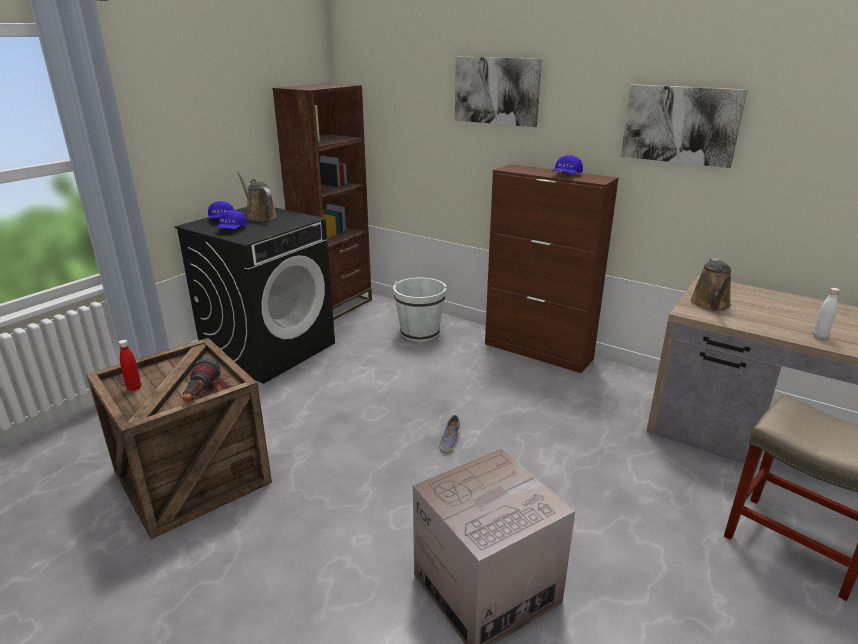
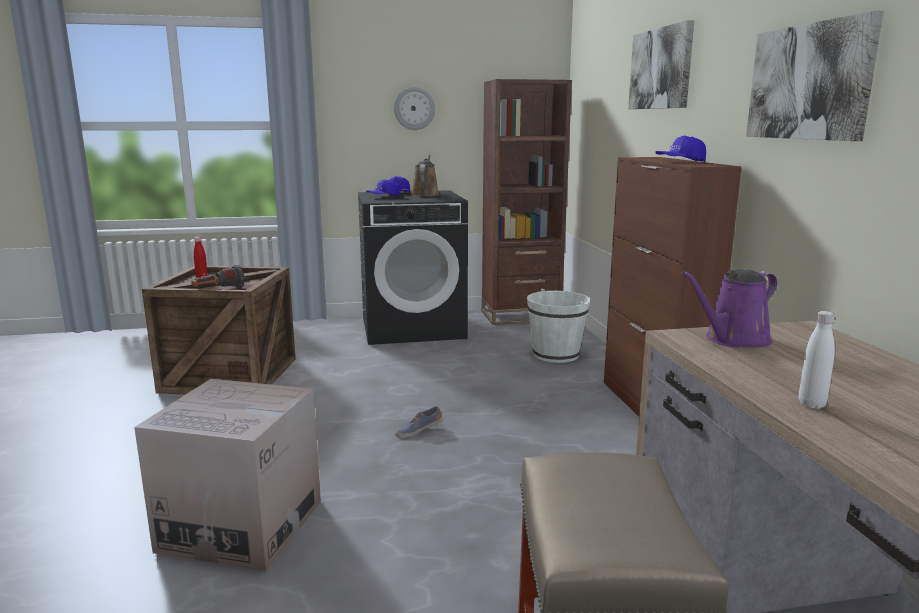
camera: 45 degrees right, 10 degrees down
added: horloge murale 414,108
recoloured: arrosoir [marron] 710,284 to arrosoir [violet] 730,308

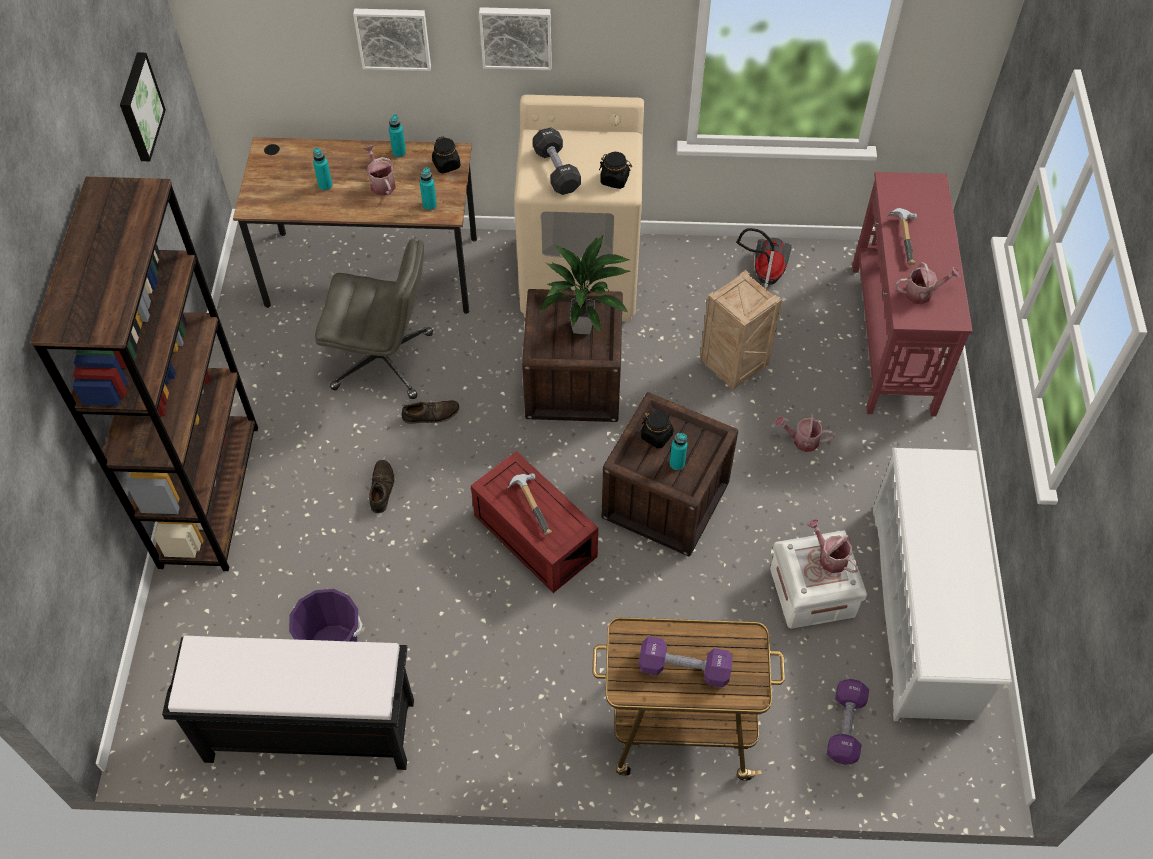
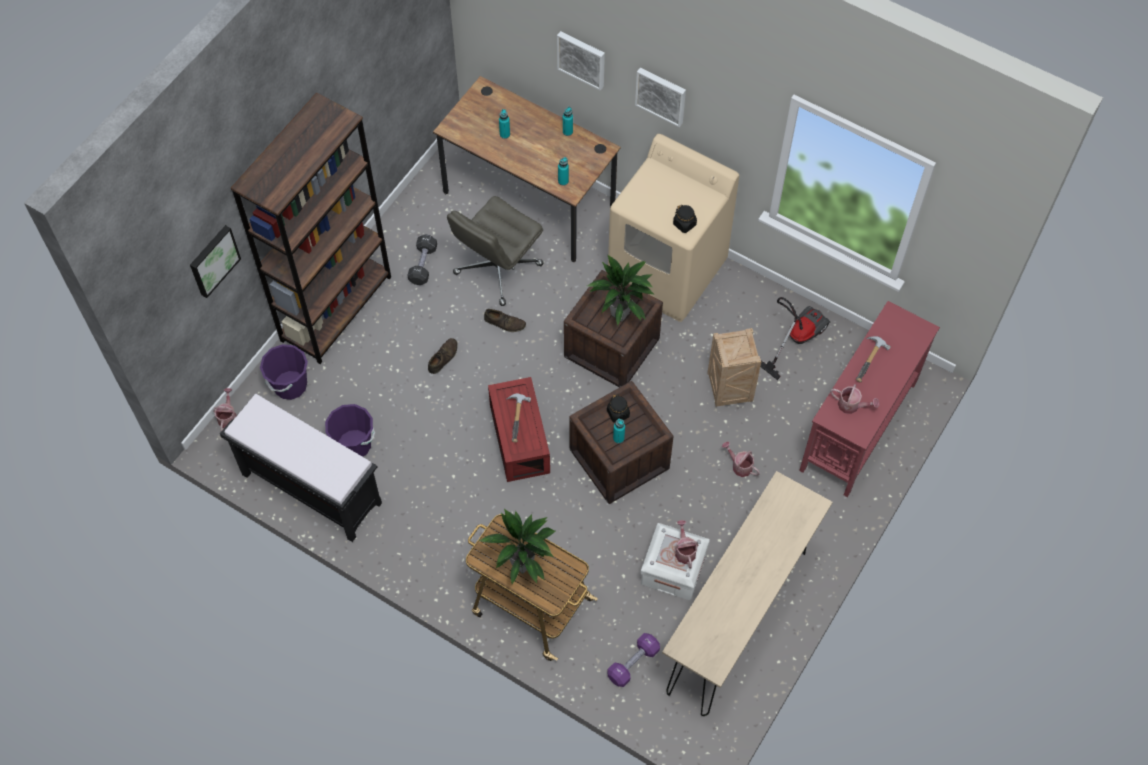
camera: 30 degrees right, 5 degrees up
removed: bocal [noir] 446,155
added: seau [violet] 284,372
moved: tableau 143,106 to 215,261; arrosoir 379,170 to 225,409; haltère [noir] 557,161 to 422,260
replaced: haltère [violet] 685,661 to plante en pot 517,546; étagère à chaussures [blanc] 942,584 to table console [beige] 747,593
turned: chaise de bureau [gris] 374,319 = 495,251 90 degrees clockwise

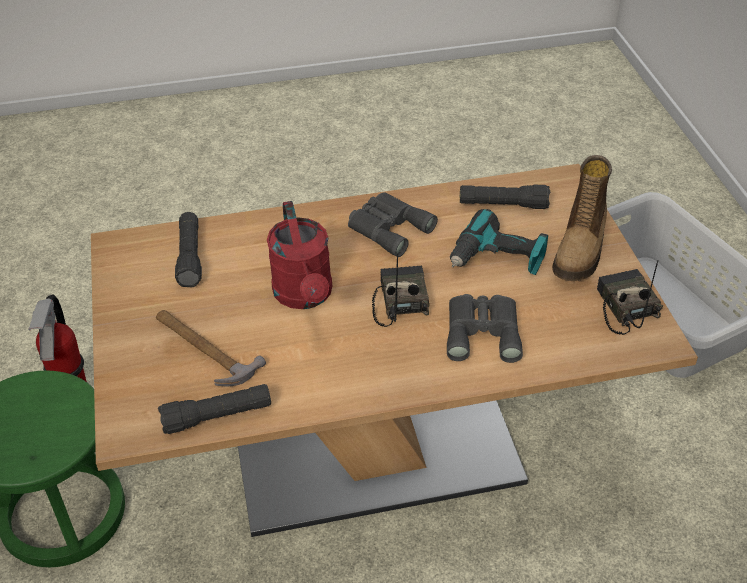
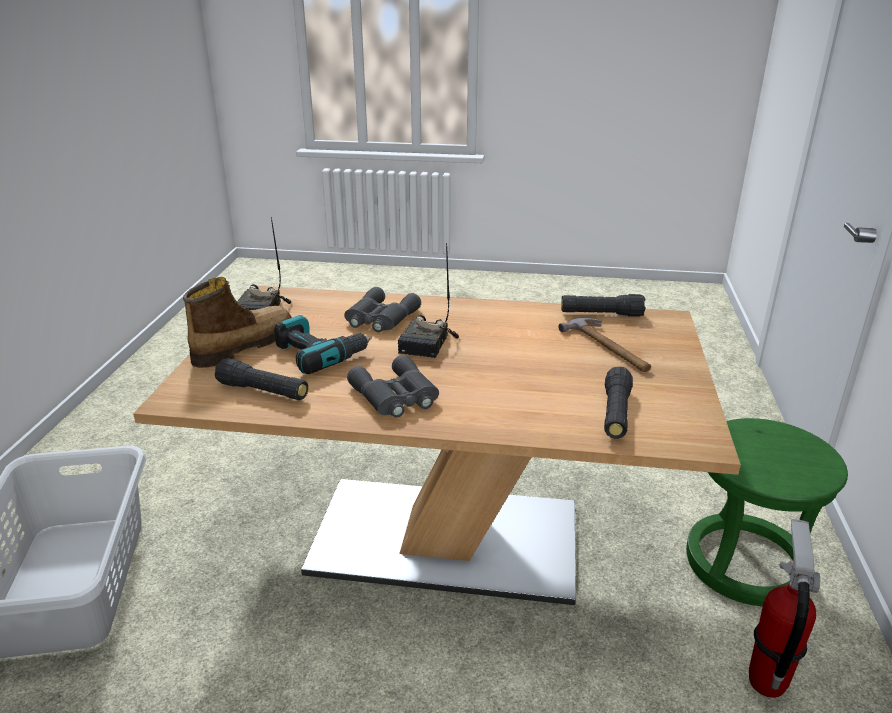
camera: 160 degrees left, 15 degrees down
removed: arrosoir [rouge] 299,255

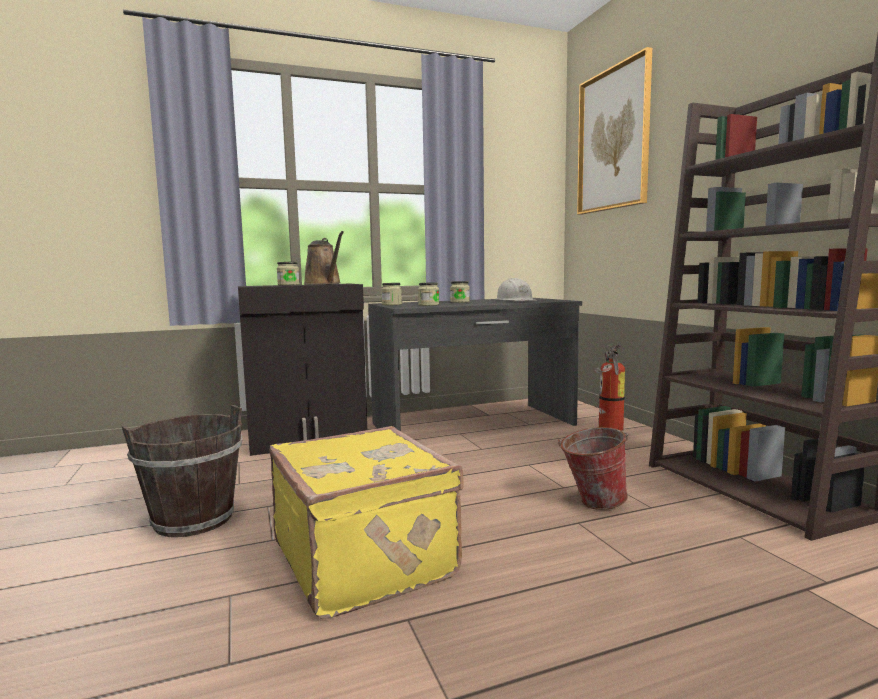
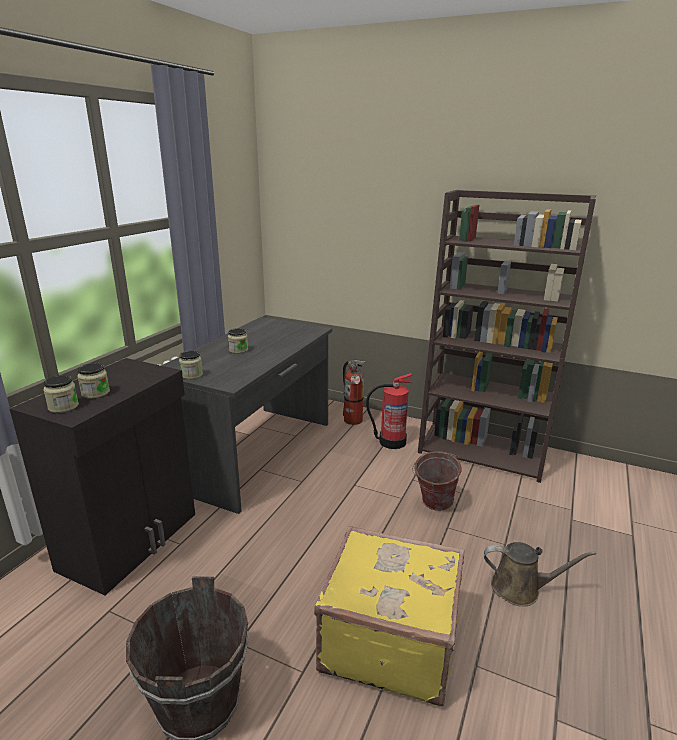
camera: 45 degrees left, 15 degrees up
removed: casque de chantier [blanc] 516,289; tableau 614,131
added: extincteur 389,411
moved: bocal 428,294 to 61,394; arrosoir [marron] 323,258 to 540,574

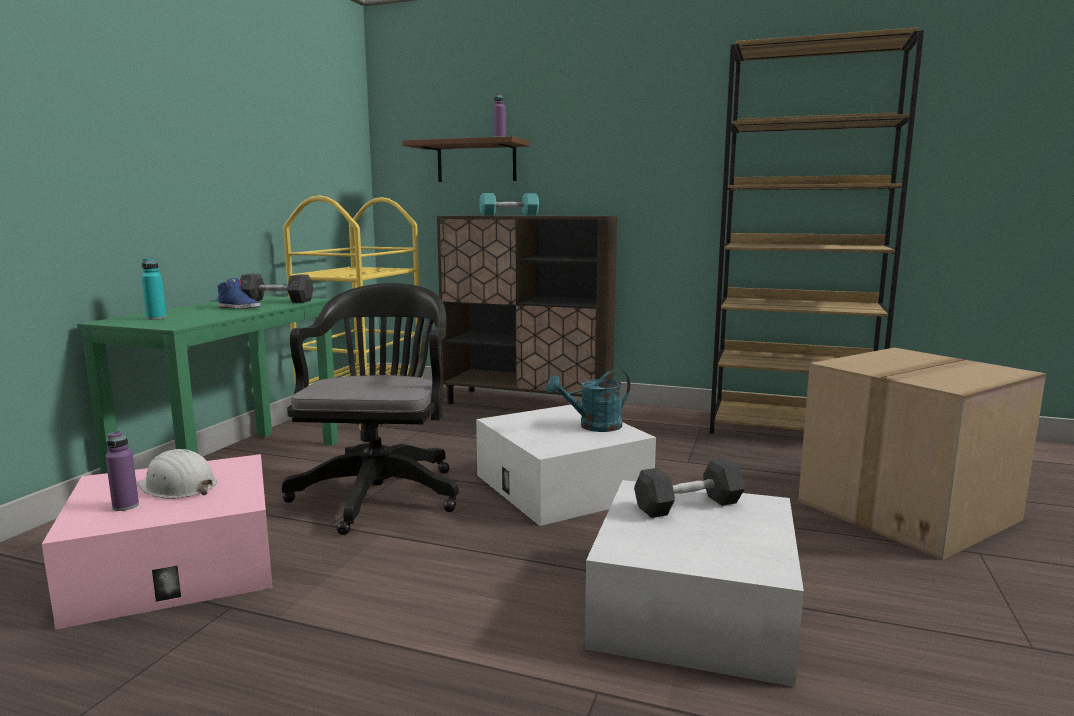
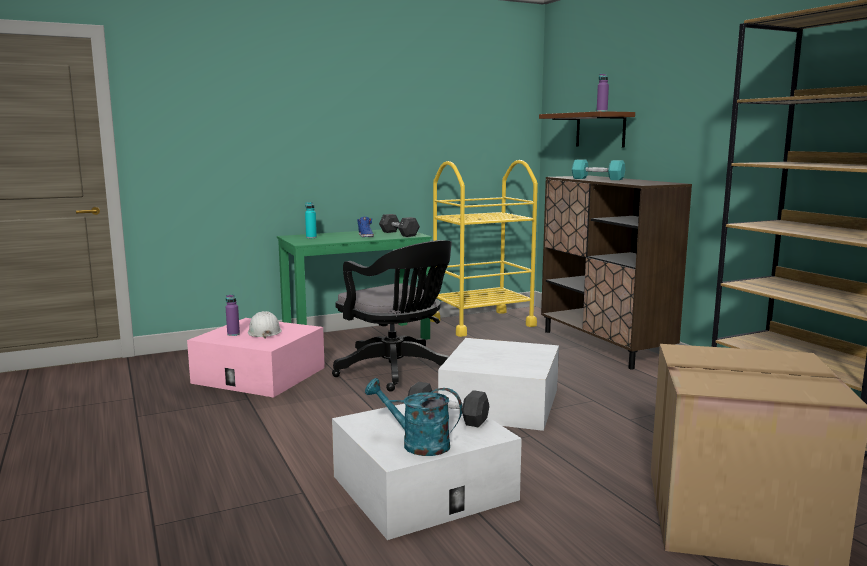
camera: 45 degrees right, 0 degrees up
moved: arrosoir [turquoise] 588,400 to 413,417
turned: chaise de bureau [noir] 370,409 = 392,316 90 degrees clockwise

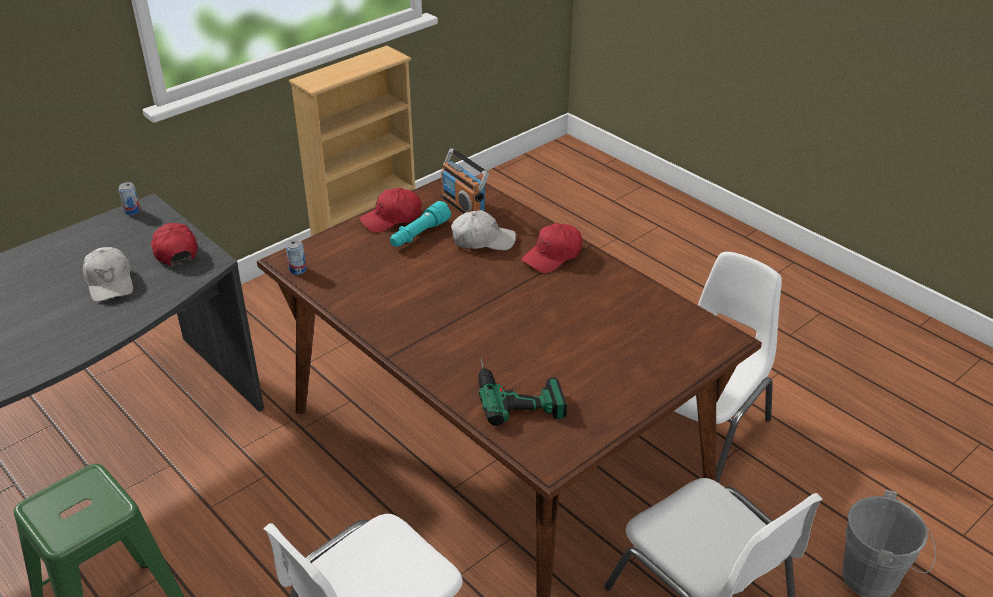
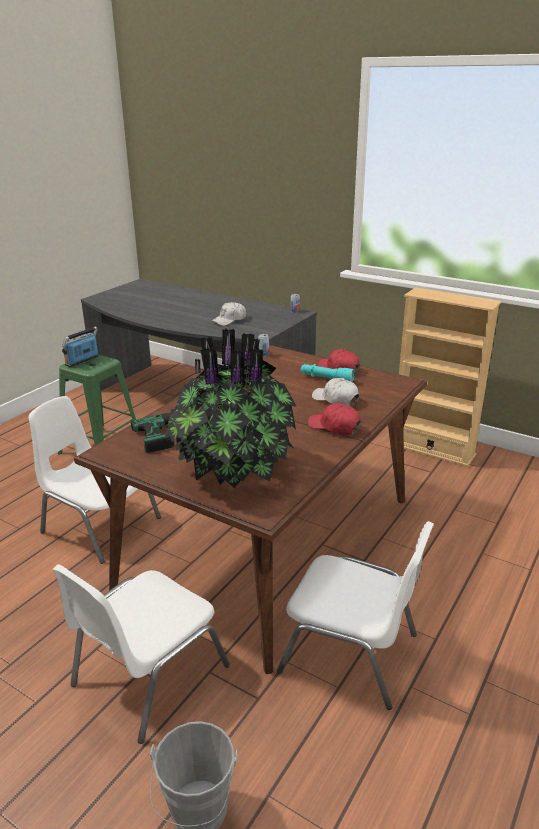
camera: 75 degrees right, 10 degrees down
removed: casquette [rouge] 174,244
added: plante en pot 231,408
moved: radio 465,180 to 80,346
turned: casquette [blanc] 483,230 = 335,392 150 degrees clockwise

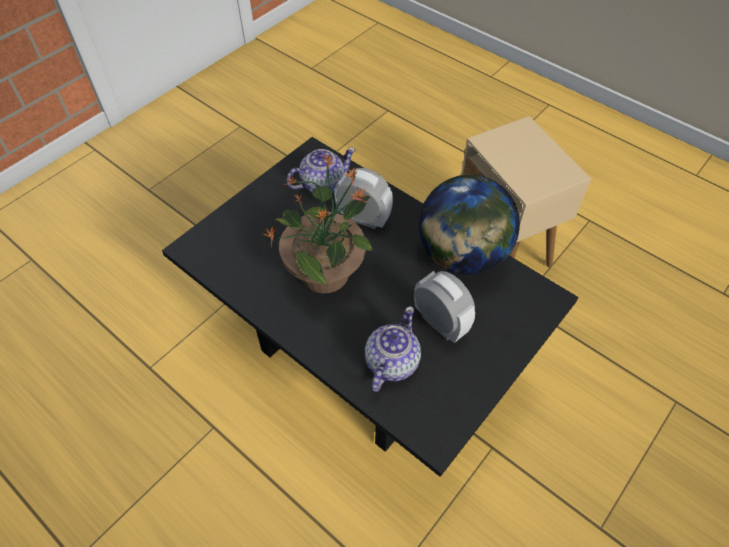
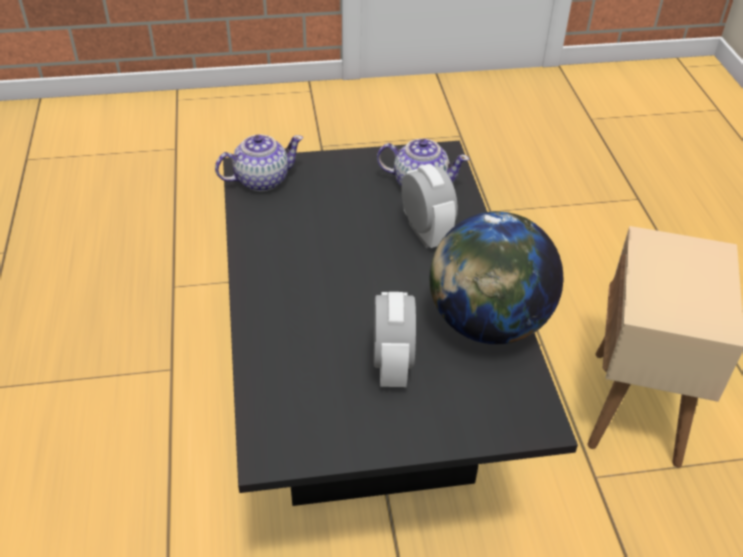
camera: 40 degrees right, 10 degrees down
removed: plante en pot 318,223
moved: théière 393,349 to 259,163

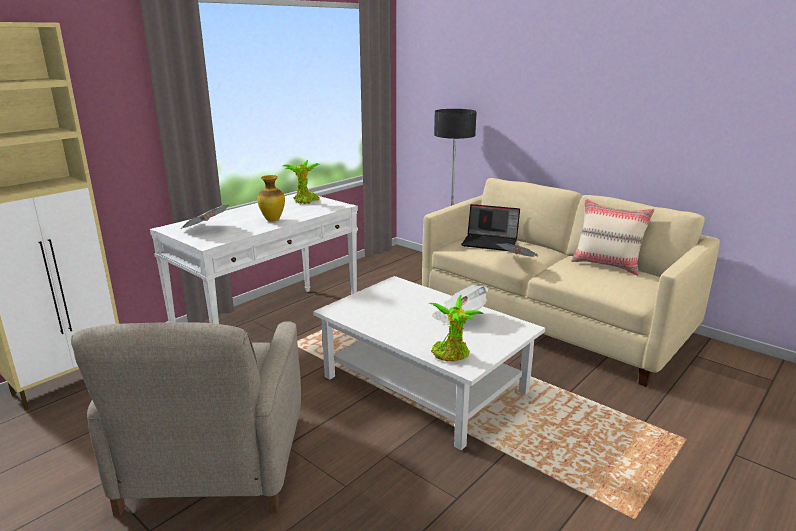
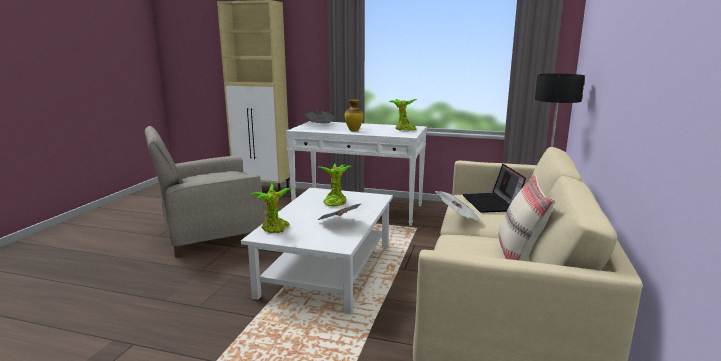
camera: 65 degrees right, 5 degrees down
added: plante en pot 335,185

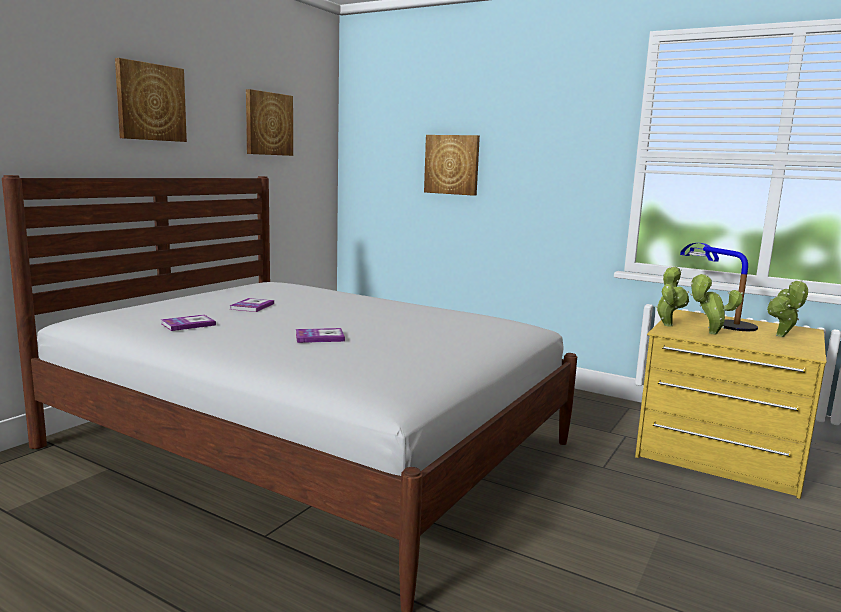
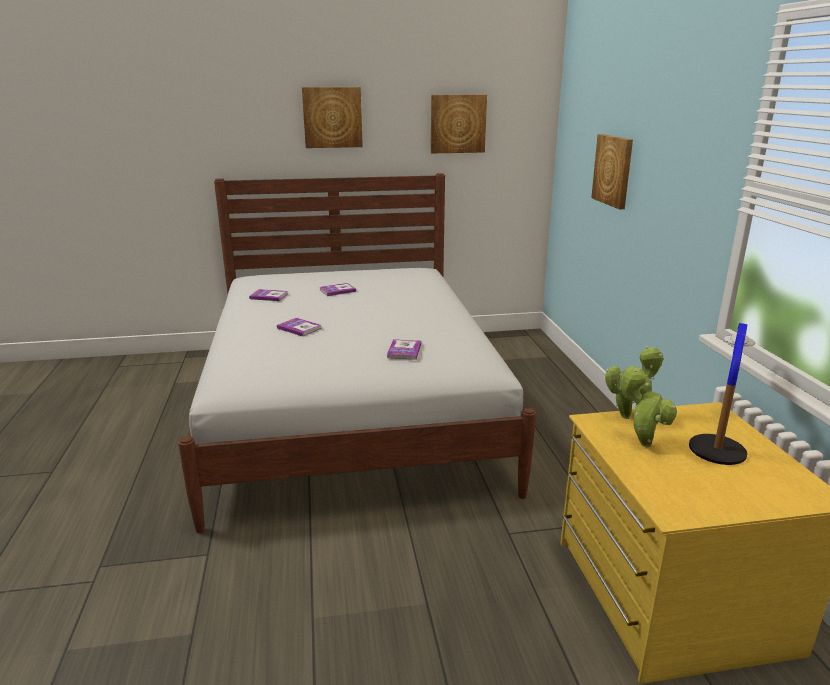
camera: 50 degrees right, 10 degrees up
removed: plante en pot 787,308
added: livre 404,349

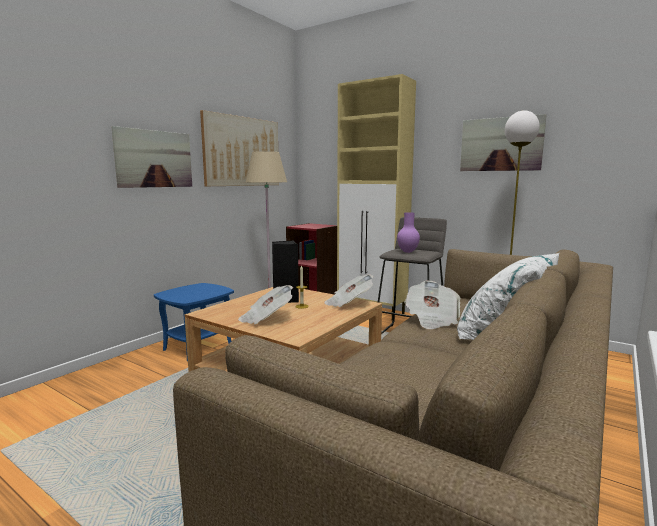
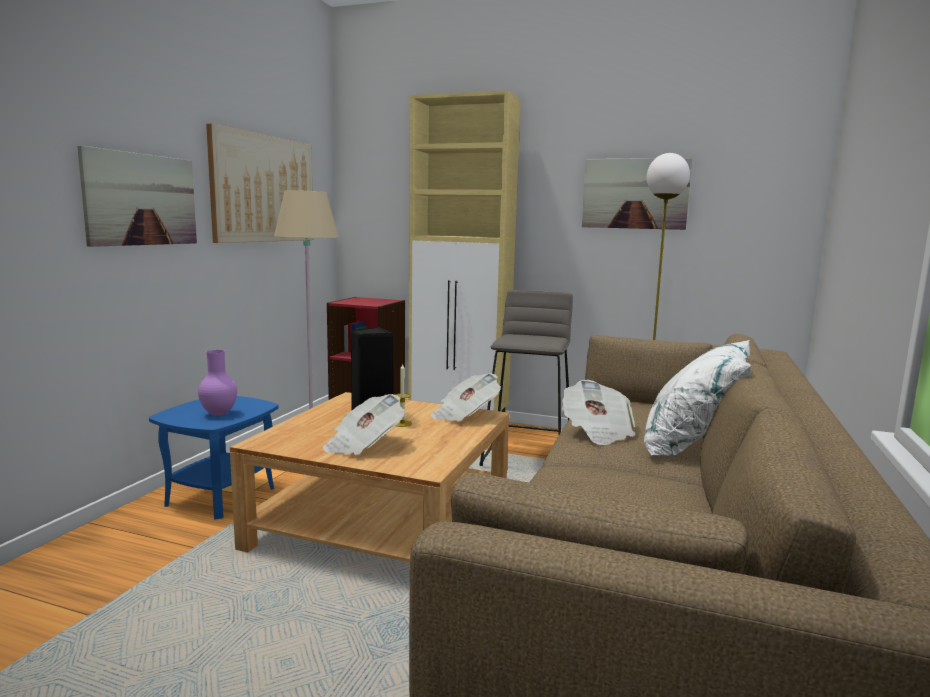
camera: 15 degrees left, 0 degrees up
moved: vase [violet] 408,232 to 217,383

